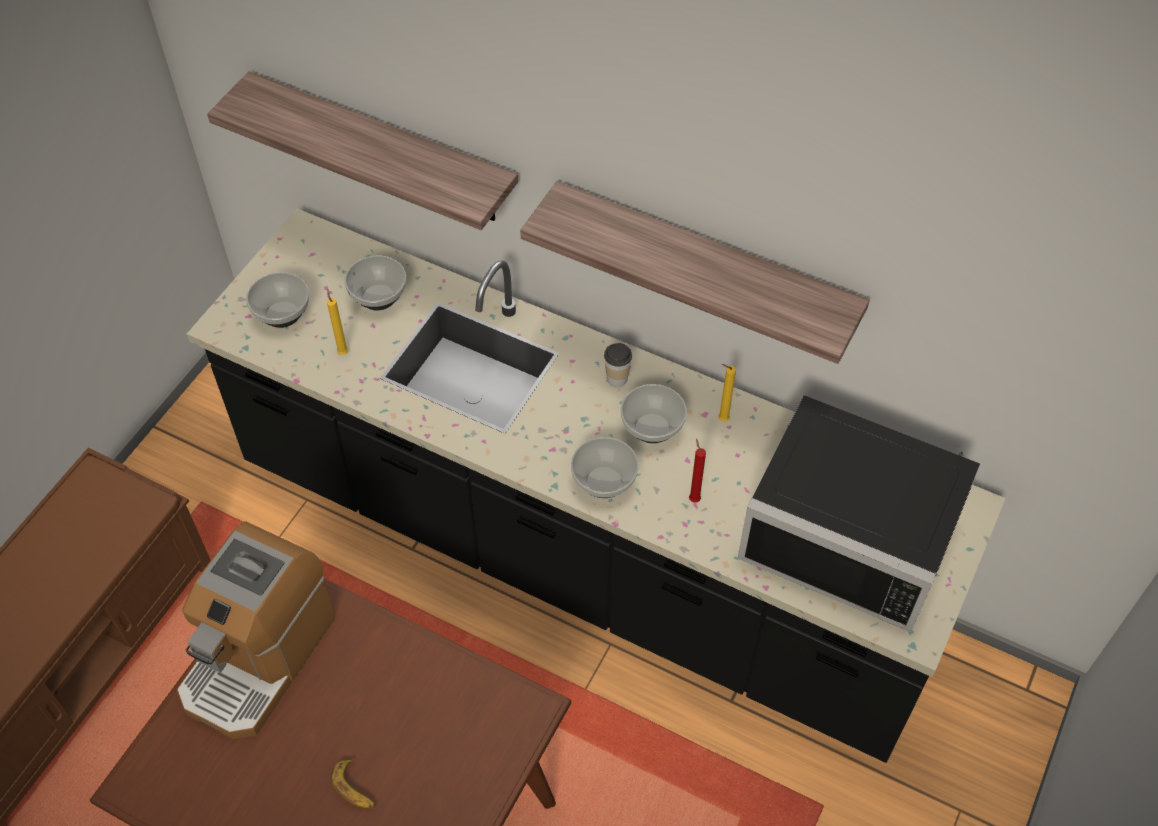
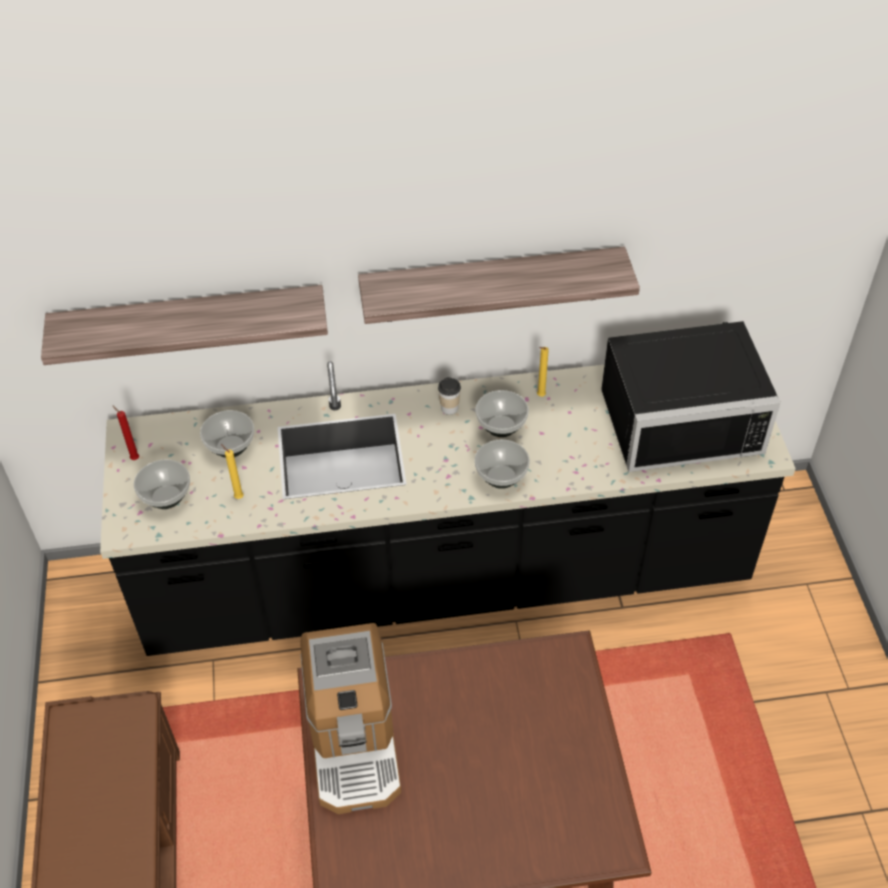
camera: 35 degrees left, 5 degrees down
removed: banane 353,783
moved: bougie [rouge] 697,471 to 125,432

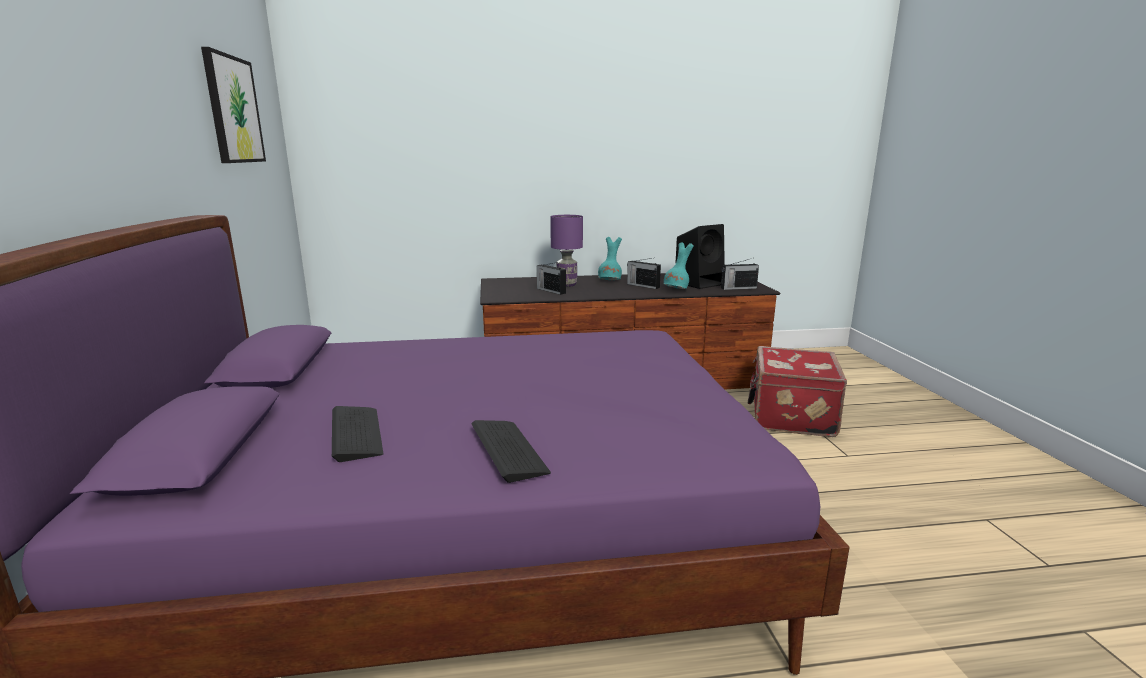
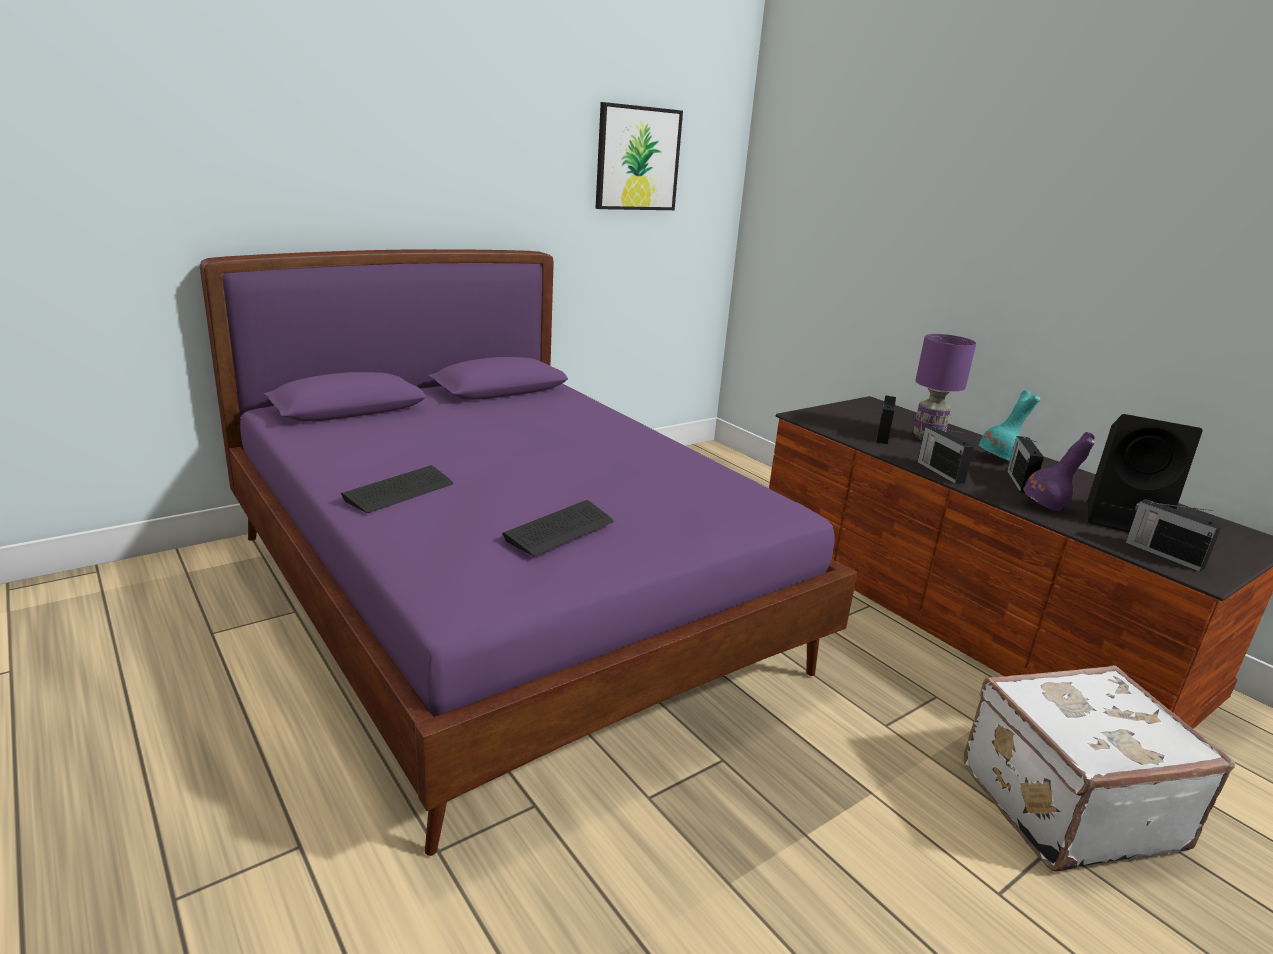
camera: 60 degrees right, 5 degrees up
added: radio 946,455
moved: clavier 357,434 to 557,528
recoloured: valise [rouge] 797,391 to valise [blanc] 1099,768; vase [turquoise] 679,265 to vase [violet] 1059,471

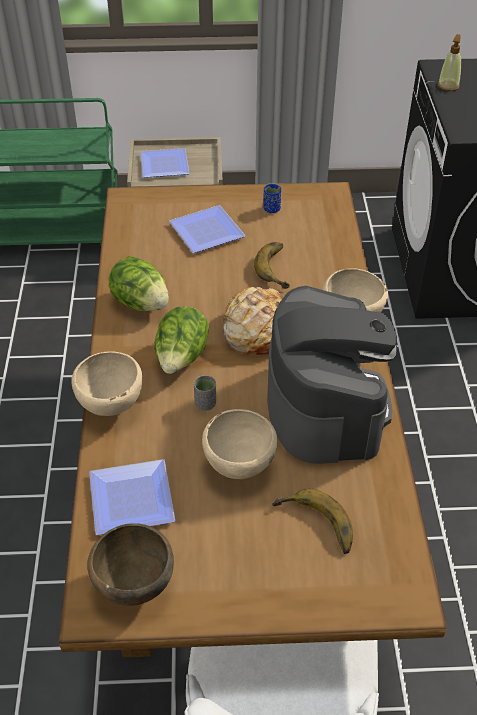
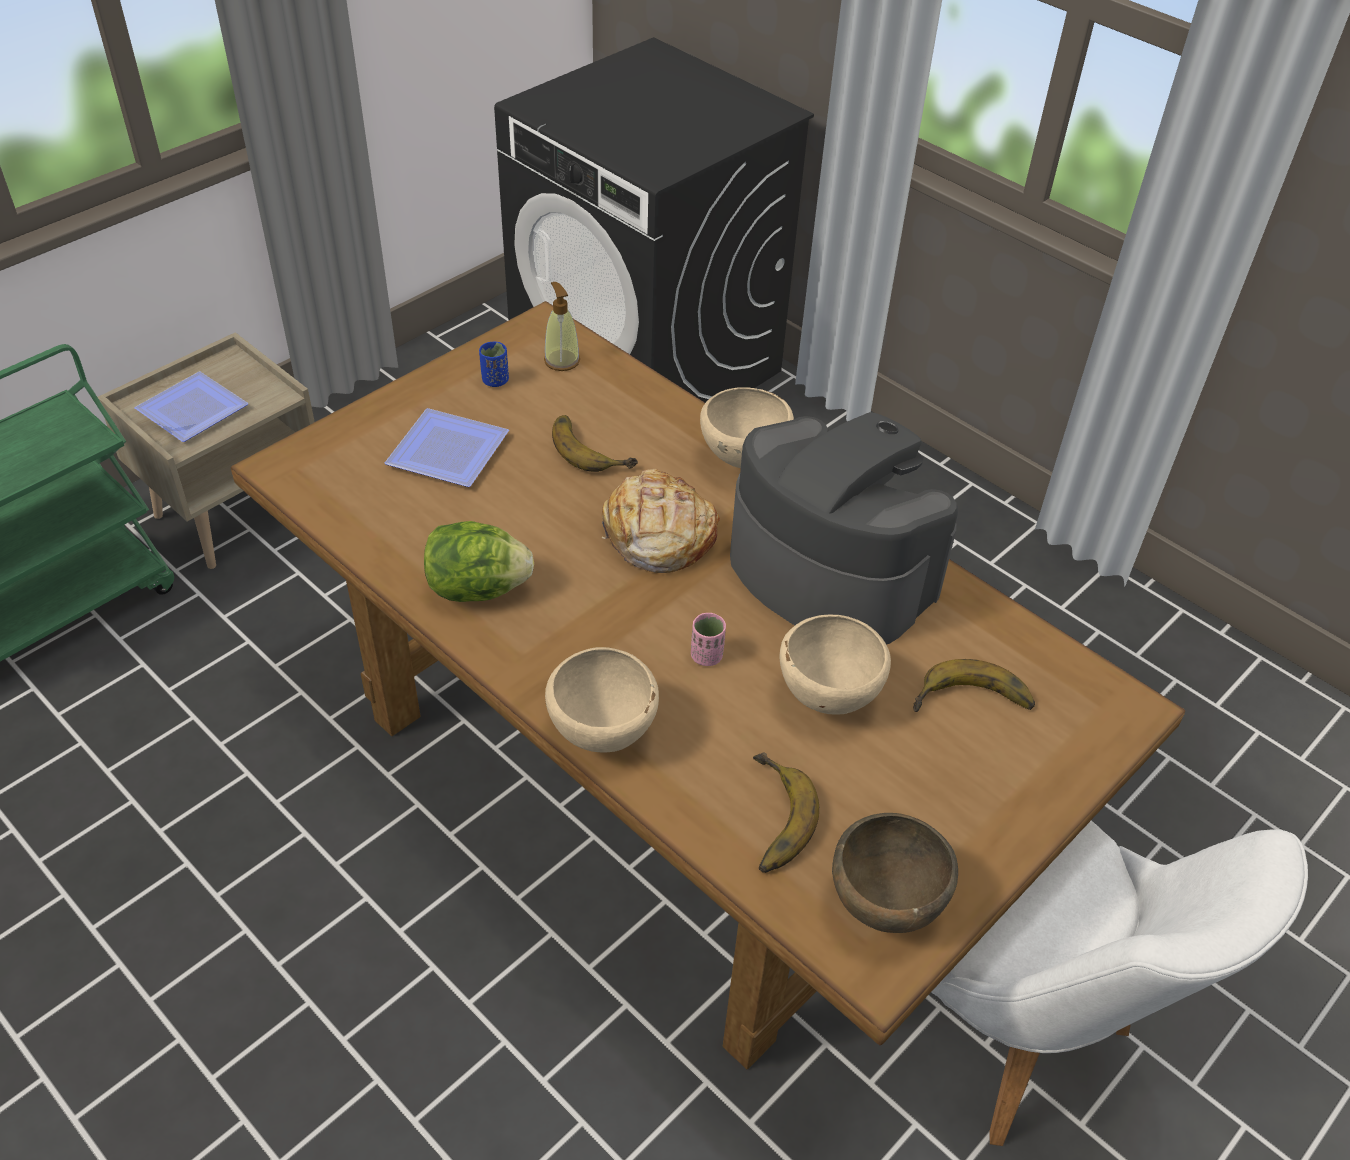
camera: 45 degrees left, 0 degrees up
removed: laitue 181,340
moved: distributeur de savon 449,62 to 562,326
replaced: assiette 132,497 to banane 786,812
recoloured: tasse [gris] 205,393 to tasse [rose] 708,639

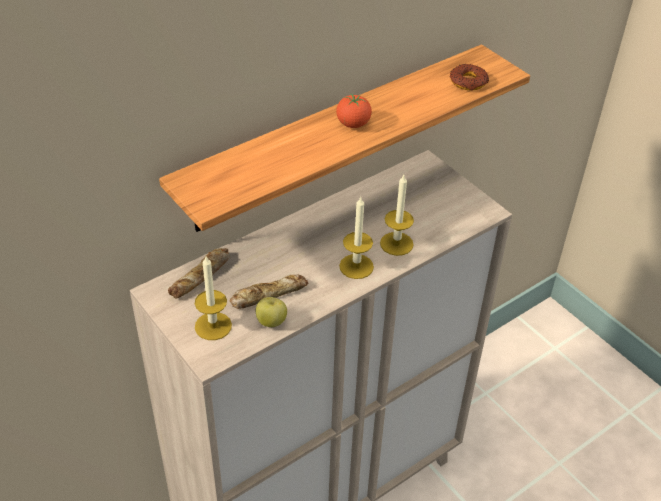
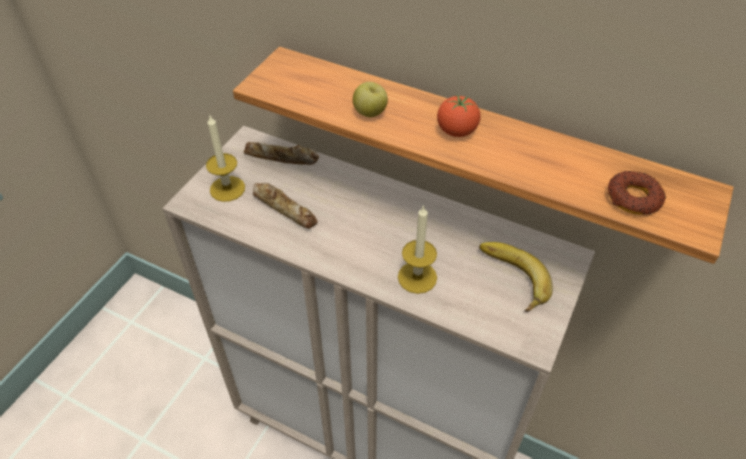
camera: 65 degrees right, 5 degrees up
removed: bougie 356,238
added: banane 516,277
moved: pomme 271,312 to 370,99

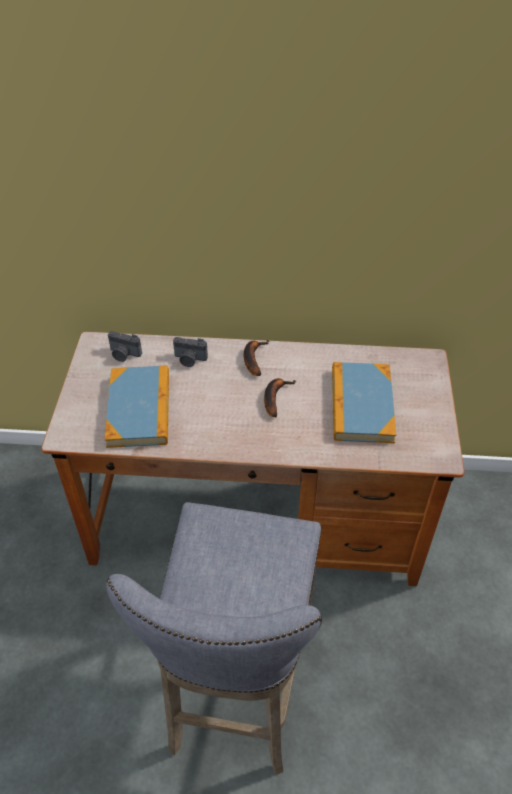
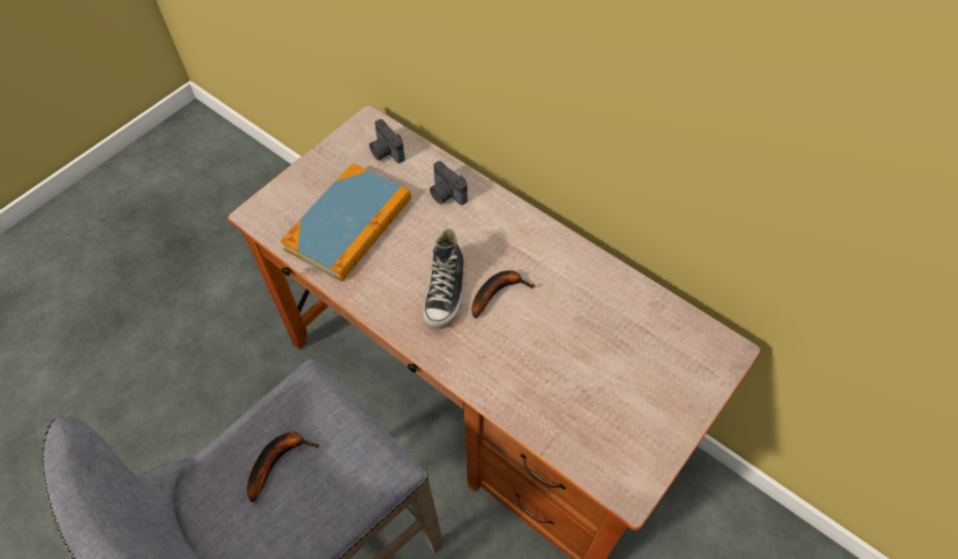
camera: 35 degrees right, 10 degrees up
removed: livre 364,402
added: chaussure 443,279
moved: banane 257,358 to 283,467

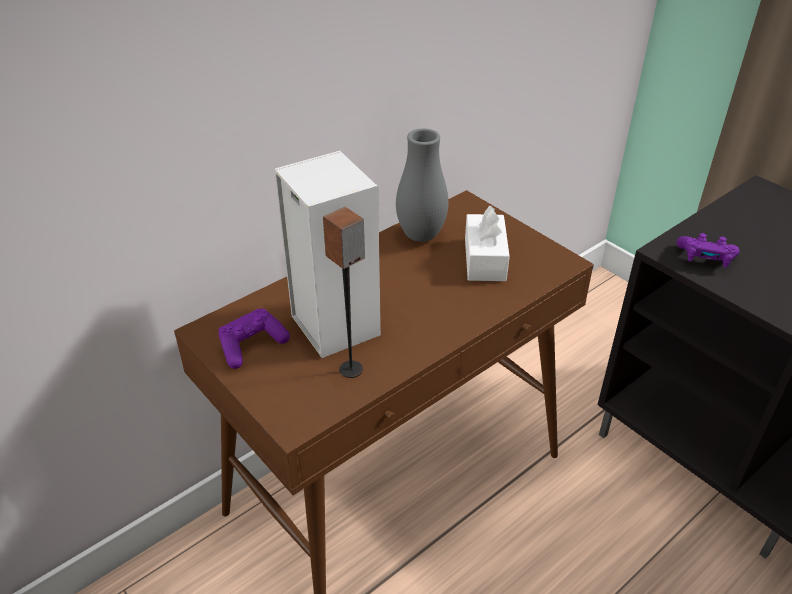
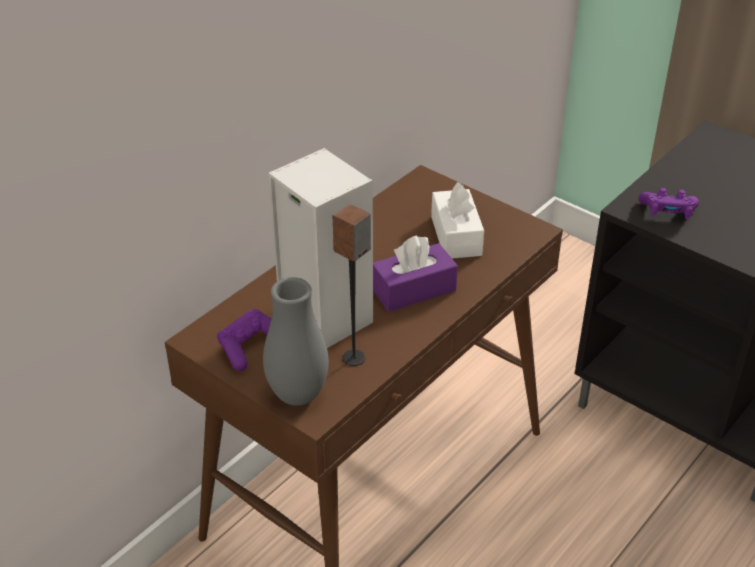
camera: 10 degrees left, 0 degrees up
added: boîte à mouchoirs [violet] 415,273
moved: vase [gris] 422,185 to 296,341

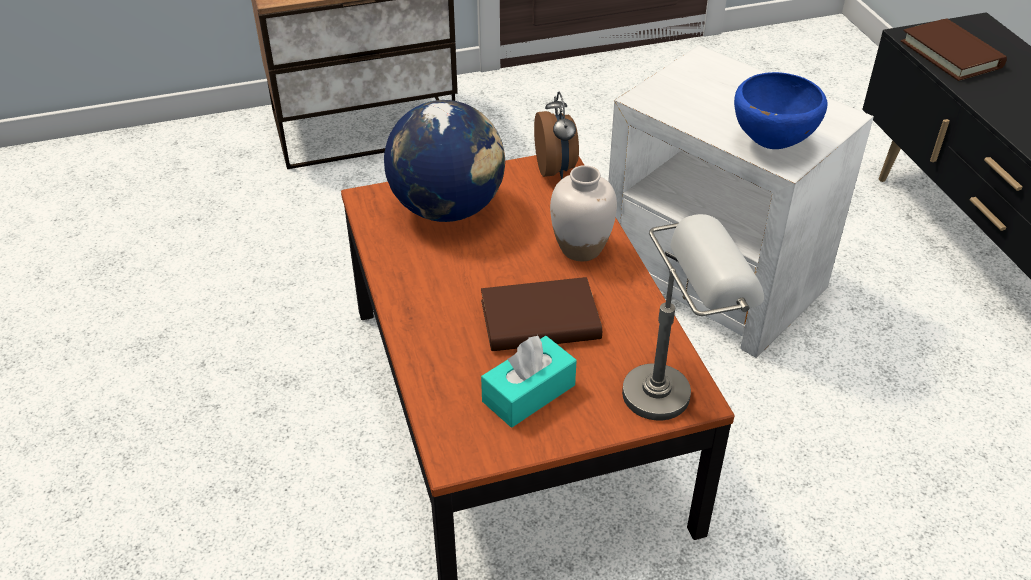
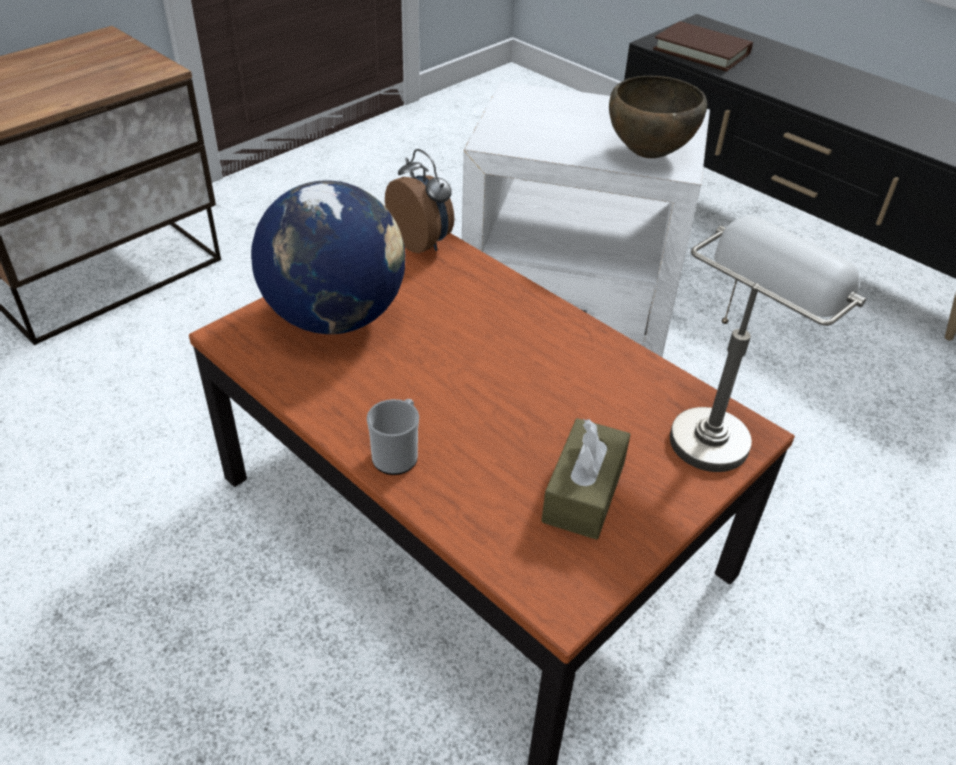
camera: 30 degrees left, 0 degrees up
removed: livre [marron] 541,314; vase [blanc] 583,213
added: mug 393,437
recoloured: boîte à mouchoirs [turquoise] 529,381 to boîte à mouchoirs [marron] 586,479; bol [bleu] 781,110 to bol [marron] 658,117

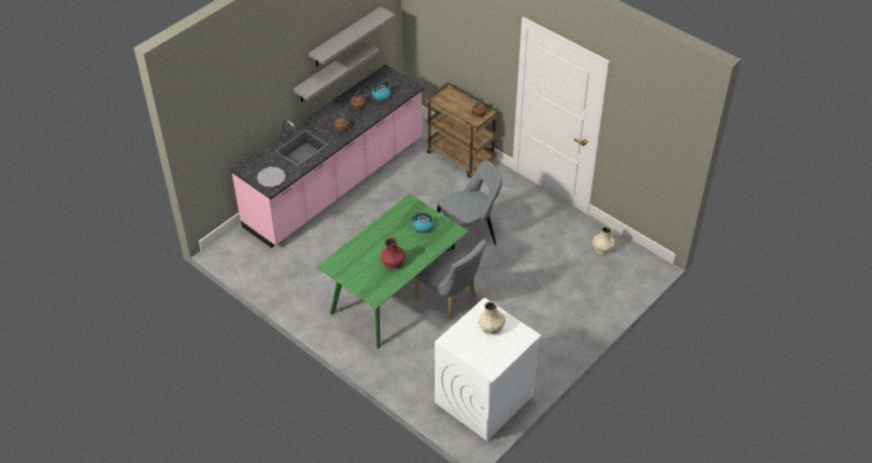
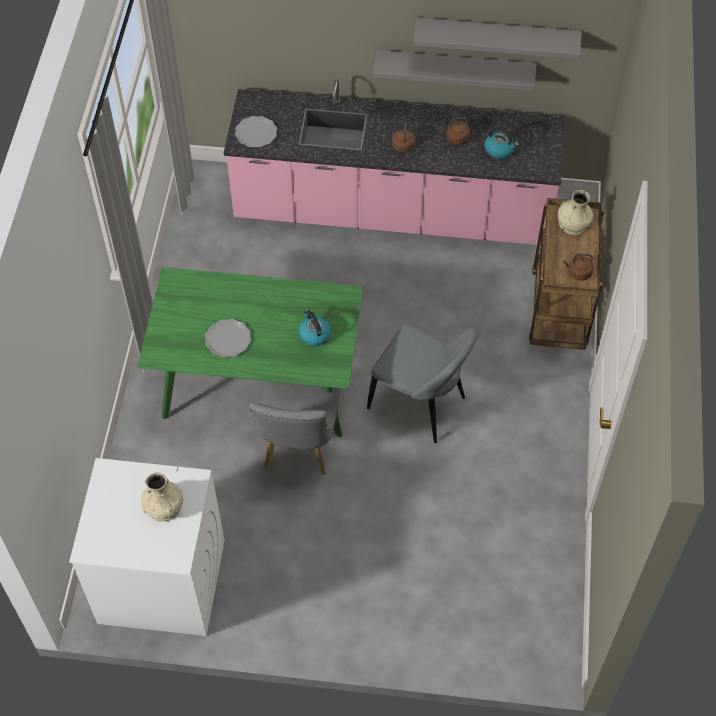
camera: 55 degrees right, 10 degrees up
moved: vase [beige] 603,240 to 575,213
replaced: vase [rouge] 393,254 to assiette 228,338

